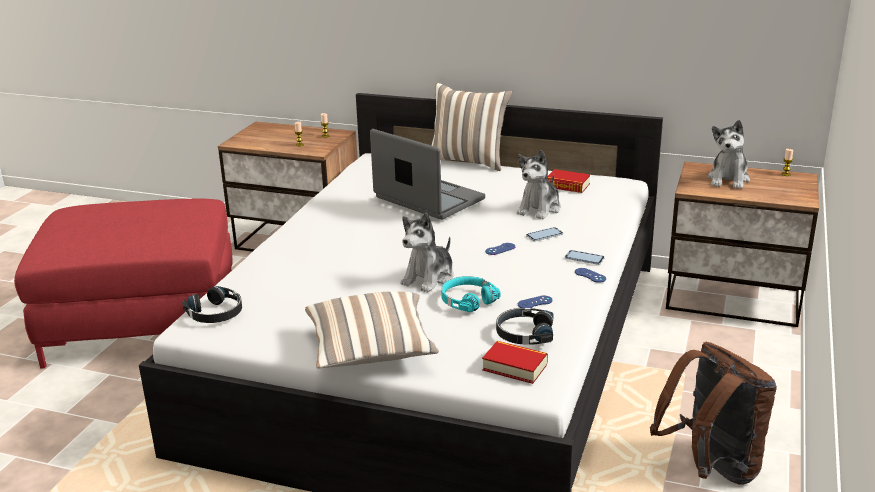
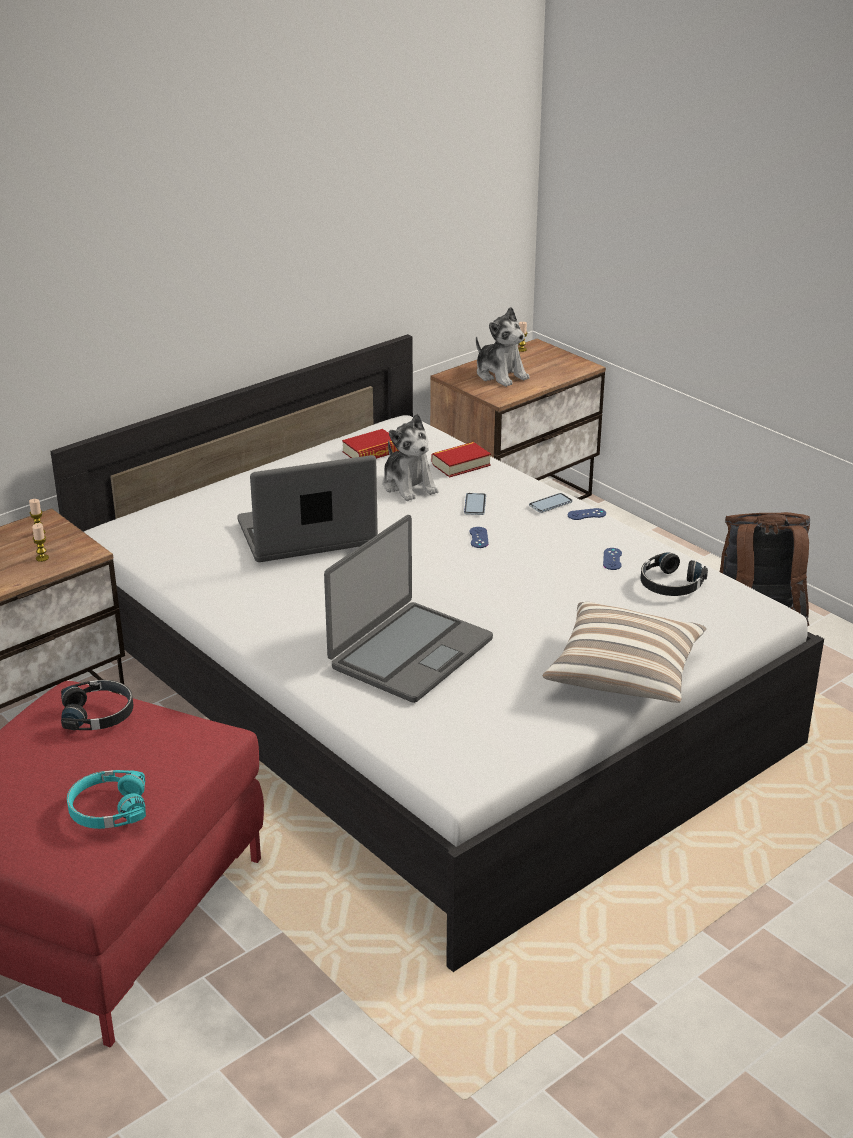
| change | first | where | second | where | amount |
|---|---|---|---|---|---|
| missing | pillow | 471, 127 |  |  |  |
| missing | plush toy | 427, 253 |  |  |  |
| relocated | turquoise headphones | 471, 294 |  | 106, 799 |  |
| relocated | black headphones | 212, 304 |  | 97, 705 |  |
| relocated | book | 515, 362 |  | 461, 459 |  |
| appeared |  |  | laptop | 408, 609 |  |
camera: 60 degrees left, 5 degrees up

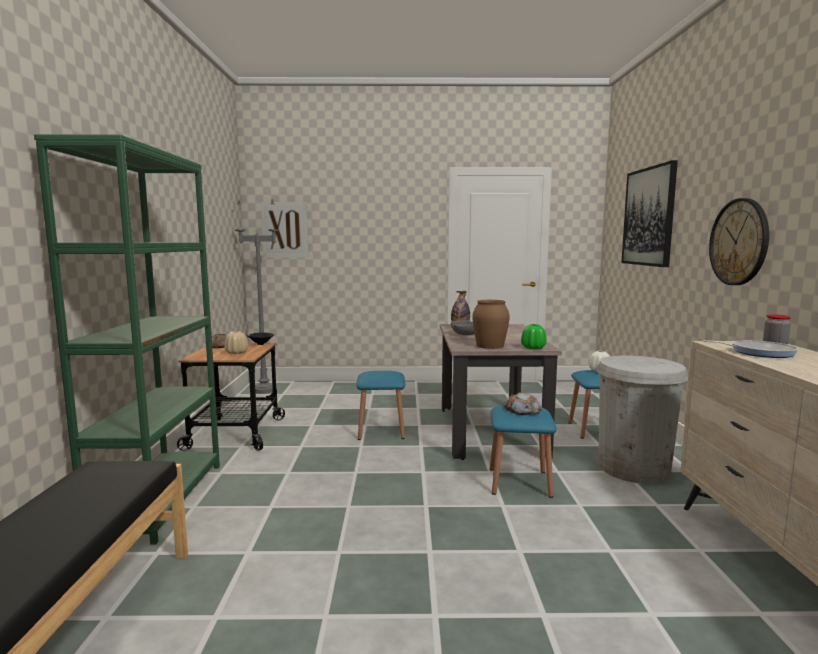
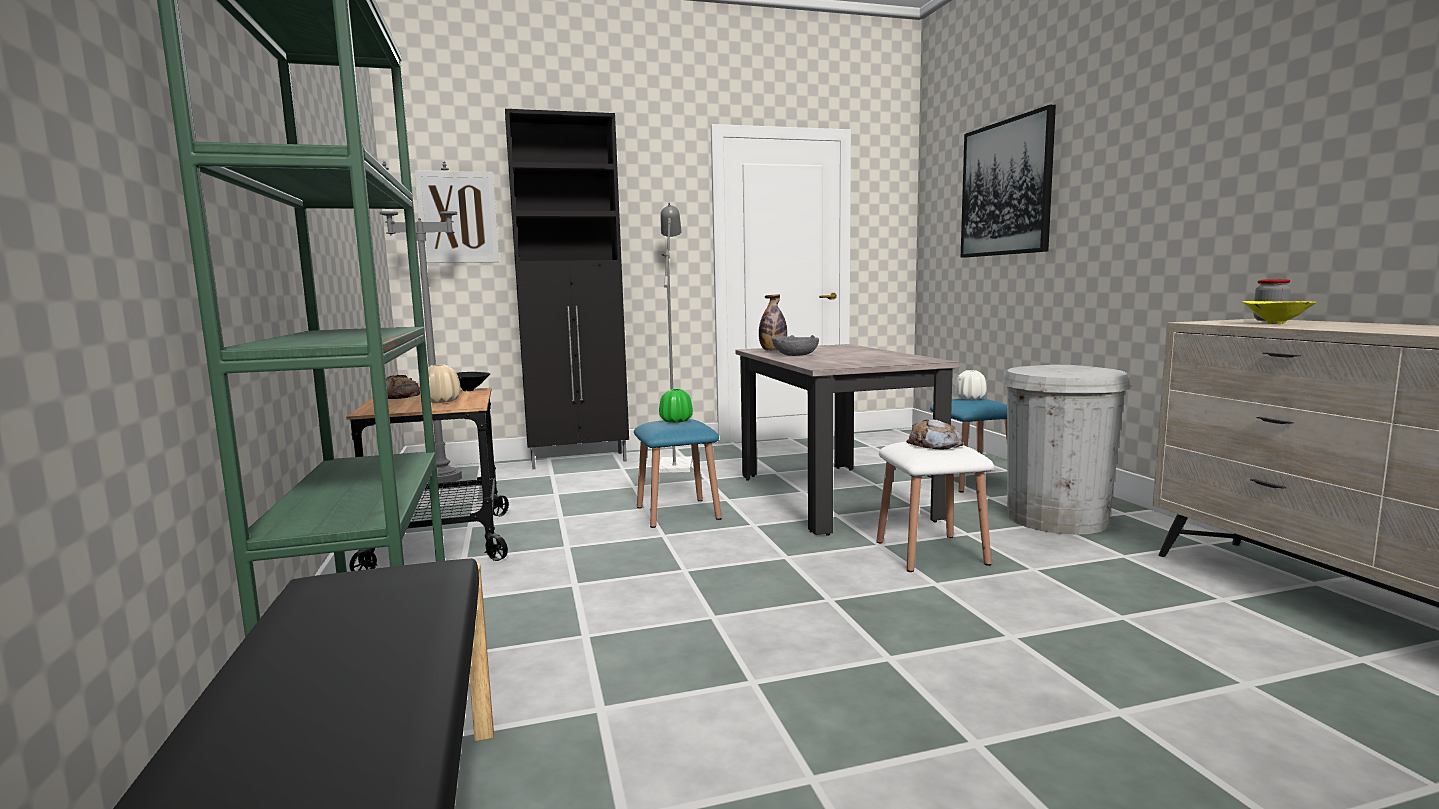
| change | first | where | second | where | amount |
|---|---|---|---|---|---|
| missing | wall clock | 739, 241 |  |  |  |
| missing | brown vase | 491, 324 |  |  |  |
| relocated | green vase | 534, 336 |  | 676, 406 |  |
| exchanged | frying pan | 750, 349 | yellow bowl | 1279, 312 |  |
| colour | blue stool | 523, 451 | white stool | 935, 507 |  |
| appeared |  |  | black cabinet | 567, 289 |  |
| appeared |  |  | grey floor lamp | 675, 337 |  |
camera: 15 degrees left, 0 degrees up

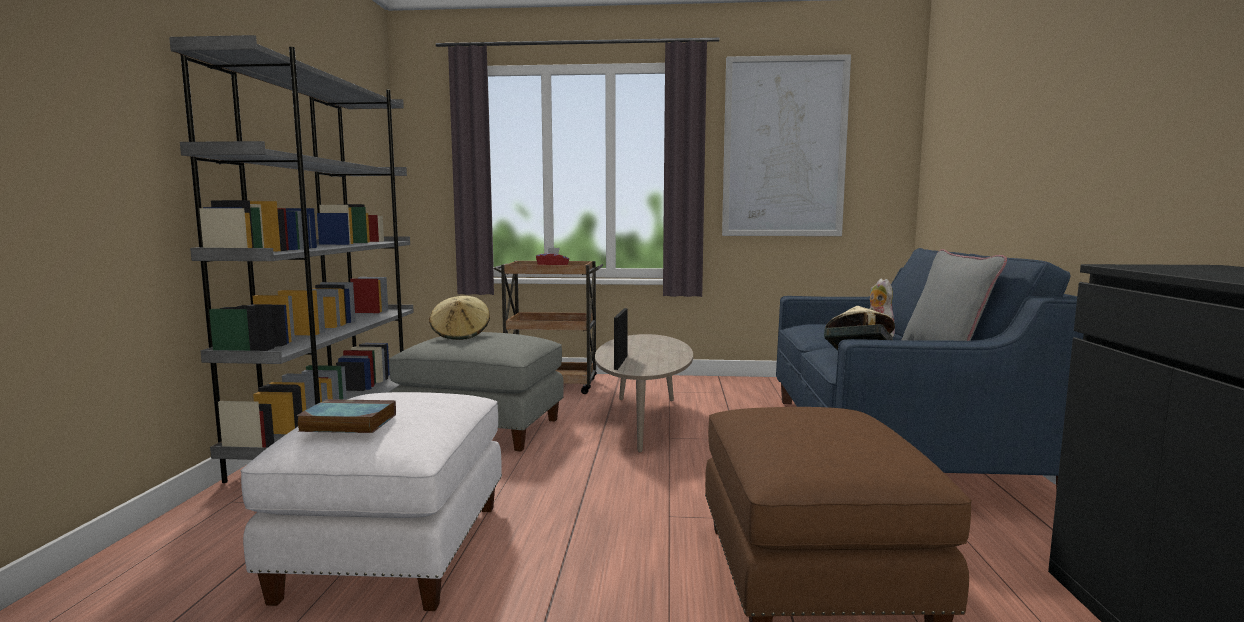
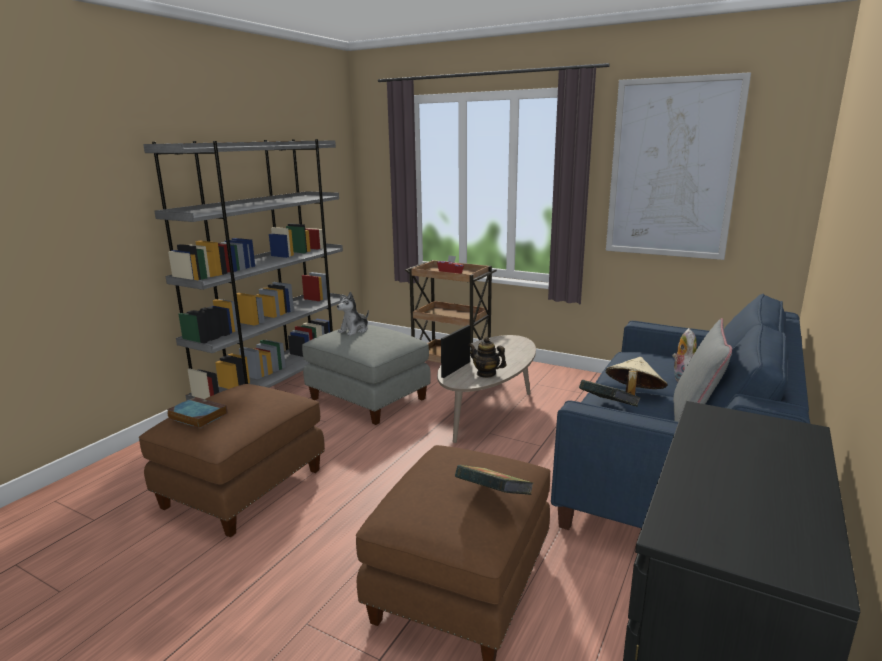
| change | first | where | second | where | amount |
|---|---|---|---|---|---|
| exchanged | beige hat | 459, 318 | plush toy | 353, 314 |  |
| colour | white ottoman | 371, 501 | brown ottoman | 232, 460 |  |
| appeared |  |  | teapot | 488, 357 |  |
| appeared |  |  | book | 494, 480 |  |
camera: 25 degrees right, 10 degrees up

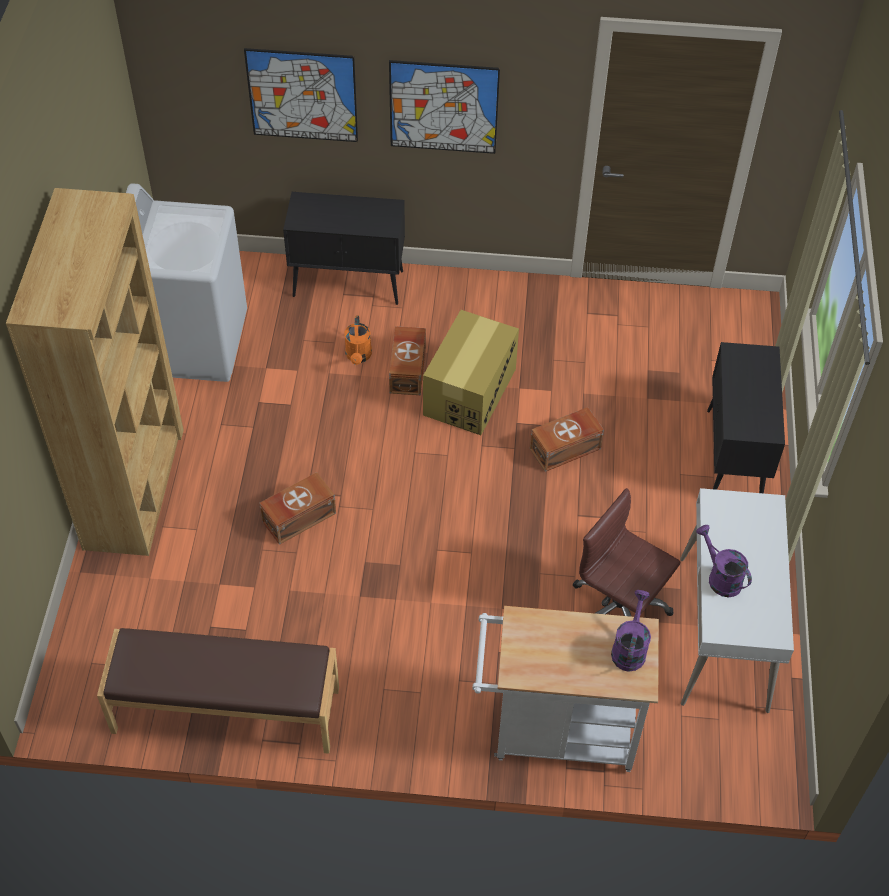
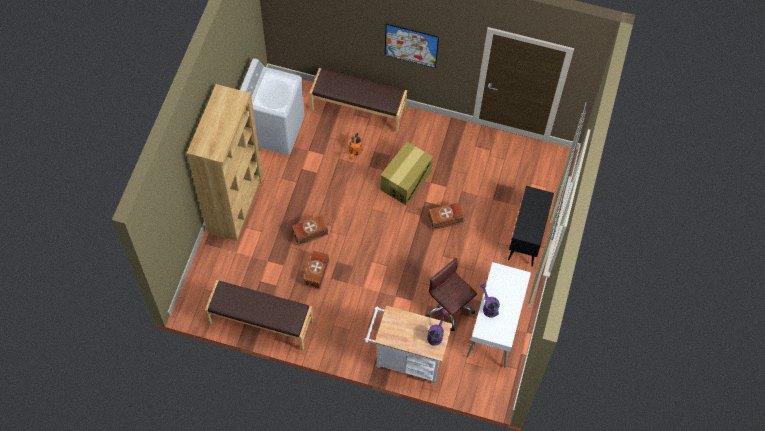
| change | first | where | second | where | amount |
|---|---|---|---|---|---|
| missing | picture | 301, 95 |  |  |  |
| exchanged | black cabinet | 344, 248 | brown bench | 358, 100 |  |
| relocated | brown storage box | 407, 360 |  | 316, 270 |  |
camera: 10 degrees right, 10 degrees up

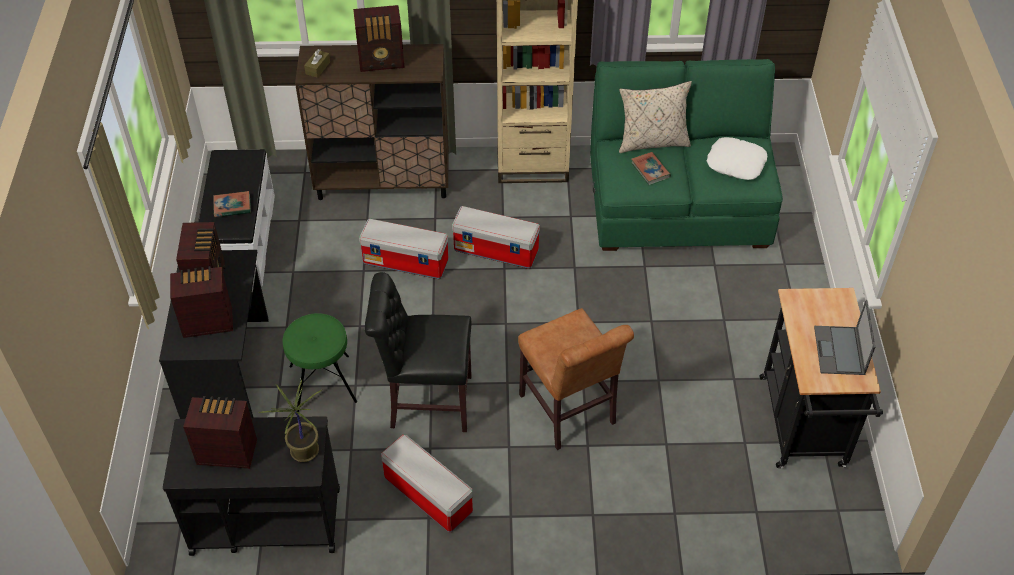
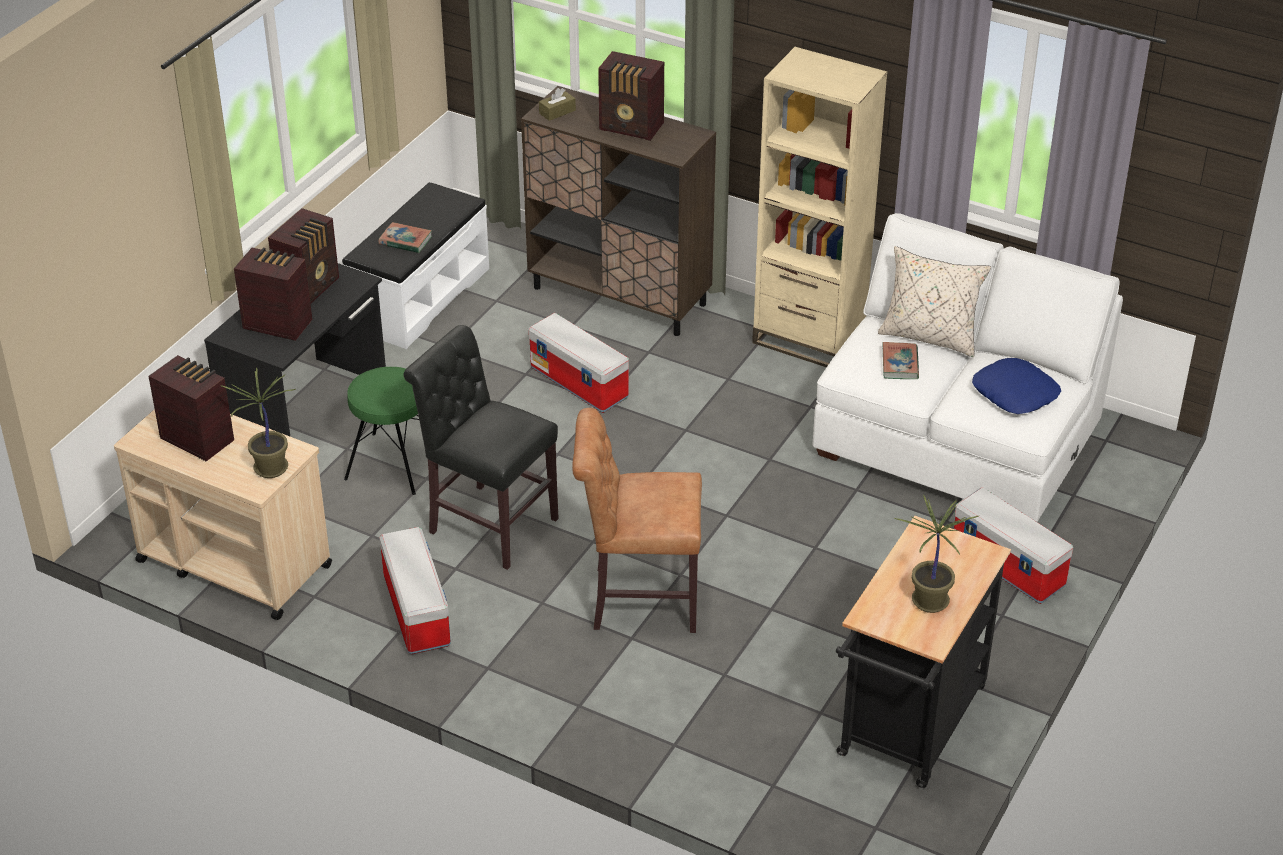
| change | first | where | second | where | amount |
|---|---|---|---|---|---|
| colour | green sofa | 686, 155 | white sofa | 968, 367 |  |
| colour | white pillow | 737, 158 | blue pillow | 1016, 386 |  |
| relocated | storage box | 496, 237 |  | 1013, 545 |  |
| exchanged | laptop | 844, 337 | potted plant | 936, 553 |  |
| spun | brown chair | 576, 379 |  | 637, 520 | 90 degrees clockwise |
| colour | black cart | 251, 486 | beige cart | 223, 514 |  |
camera: 30 degrees right, 10 degrees down

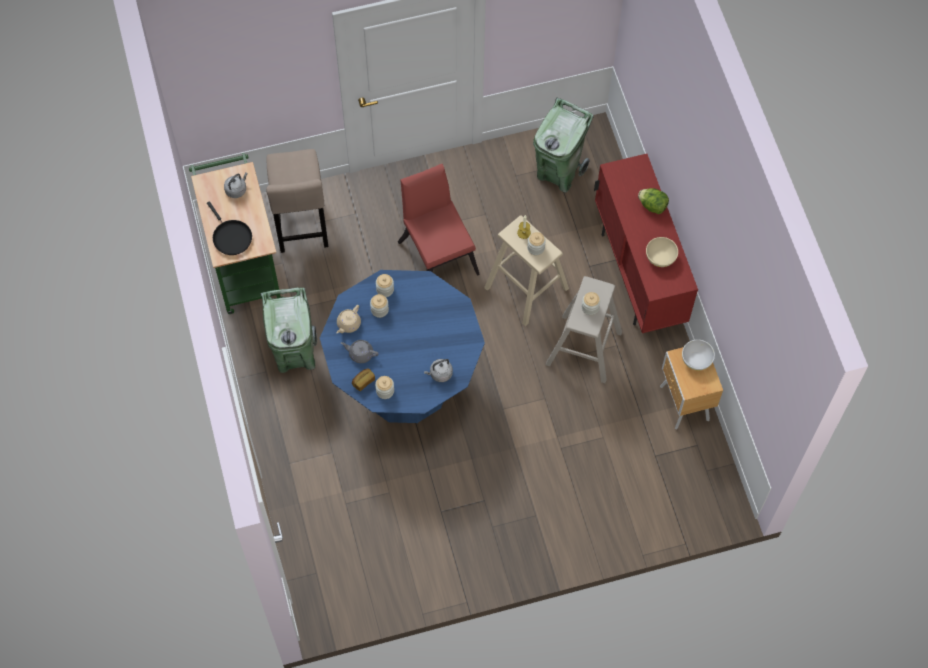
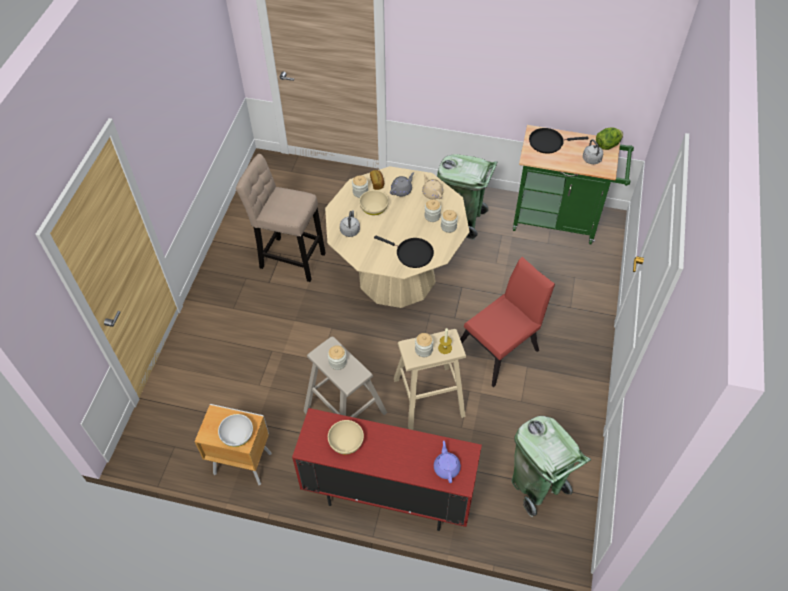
| change | first | where | second | where | amount |
|---|---|---|---|---|---|
| relocated | beige stool | 297, 201 |  | 281, 218 |  |
| spun | red chair | 439, 220 |  | 507, 322 | 45 degrees counterclockwise |
| relocated | lettuce | 653, 201 |  | 609, 138 |  |
| colour | blue dining table | 402, 346 | beige dining table | 397, 237 |  |
| appeared |  |  | beige bowl | 374, 202 |  |
| appeared |  |  | black frying pan | 404, 251 |  |
| appeared |  |  | purple teapot | 447, 461 |  |
camera: 120 degrees right, 10 degrees down

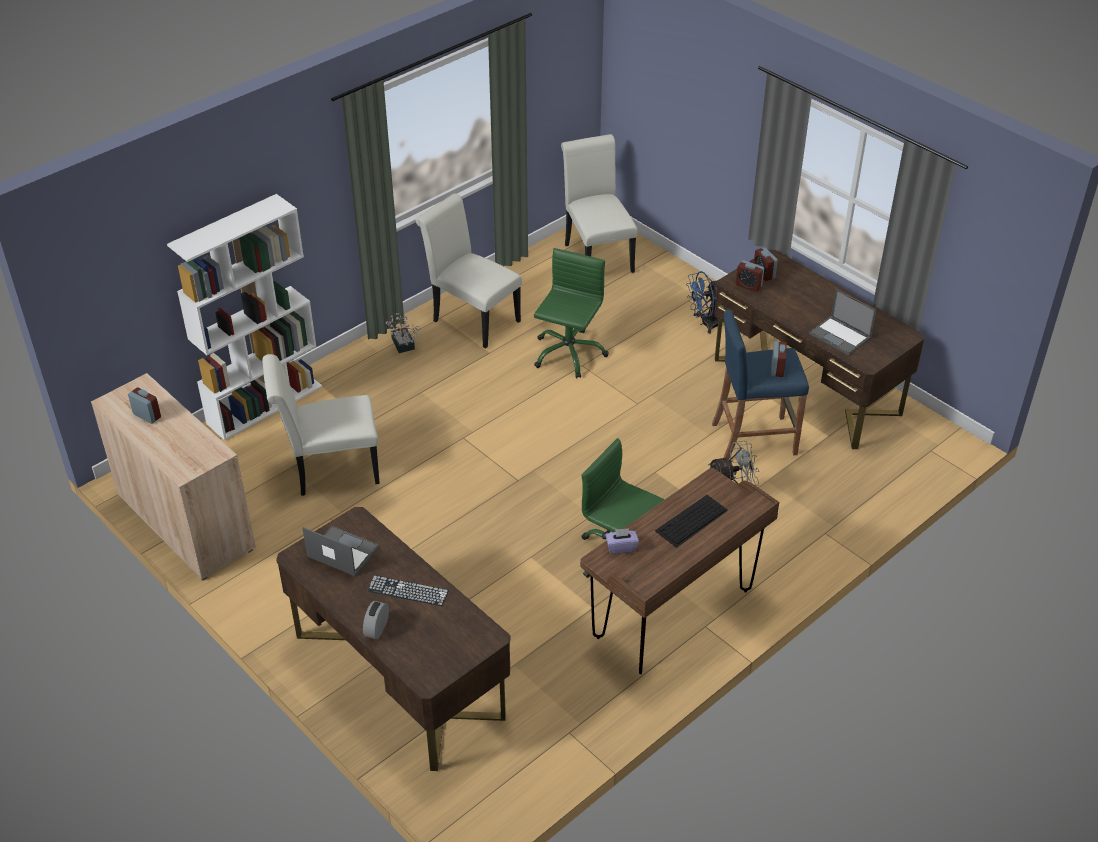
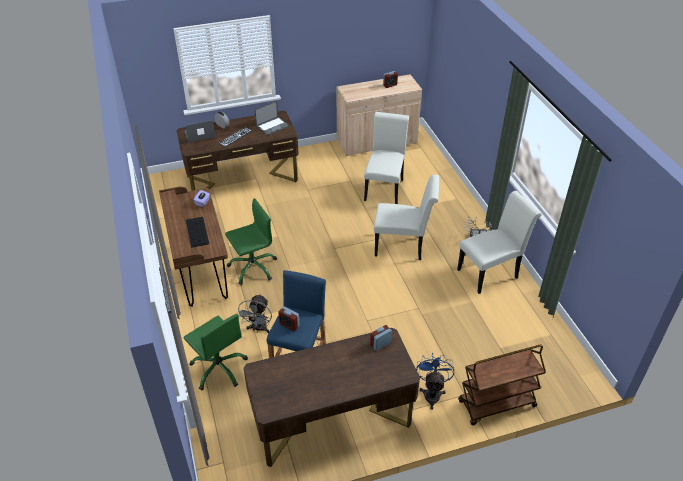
| change | first | where | second | where | amount |
|---|---|---|---|---|---|
| relocated | white chair | 599, 203 |  | 406, 217 |  |
| missing | white bookcase | 244, 317 |  |  |  |
| missing | alarm clock | 766, 264 |  |  |  |
| relocated | green office chair | 571, 313 |  | 215, 352 |  |
| relocated | laptop | 842, 322 |  | 199, 131 |  |
| appeared |  |  | brown cart | 502, 385 |  |
camera: 115 degrees right, 0 degrees up

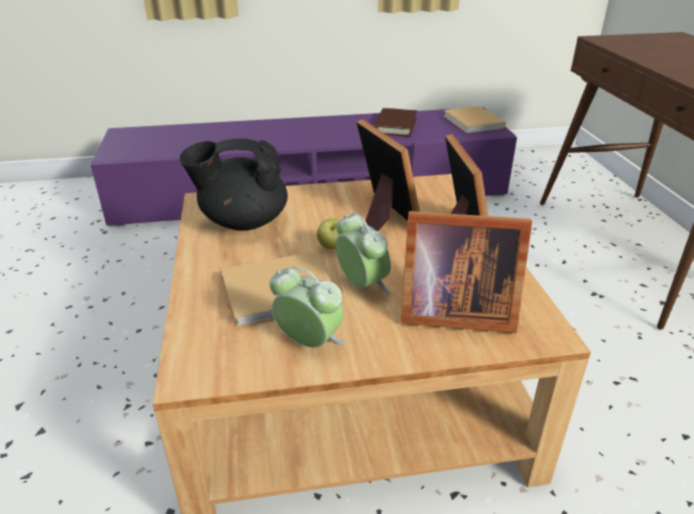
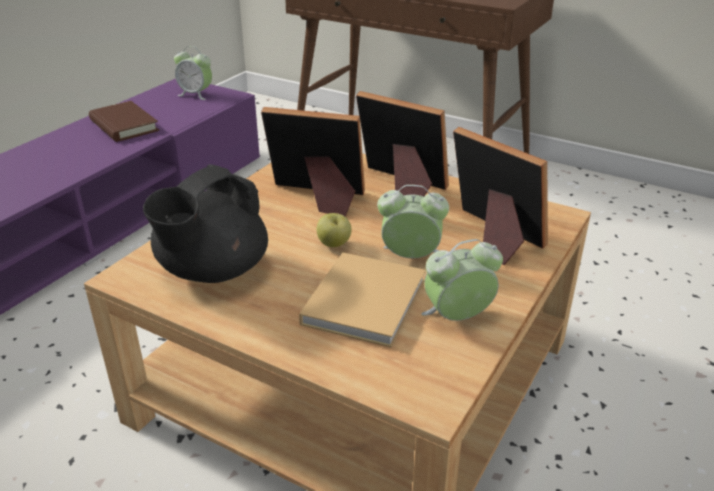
| change | first | where | second | where | amount |
|---|---|---|---|---|---|
| exchanged | beige book | 474, 119 | alarm clock | 193, 73 |  |
| spun | picture frame | 466, 272 |  | 500, 196 | 90 degrees counterclockwise |
camera: 50 degrees left, 0 degrees up

